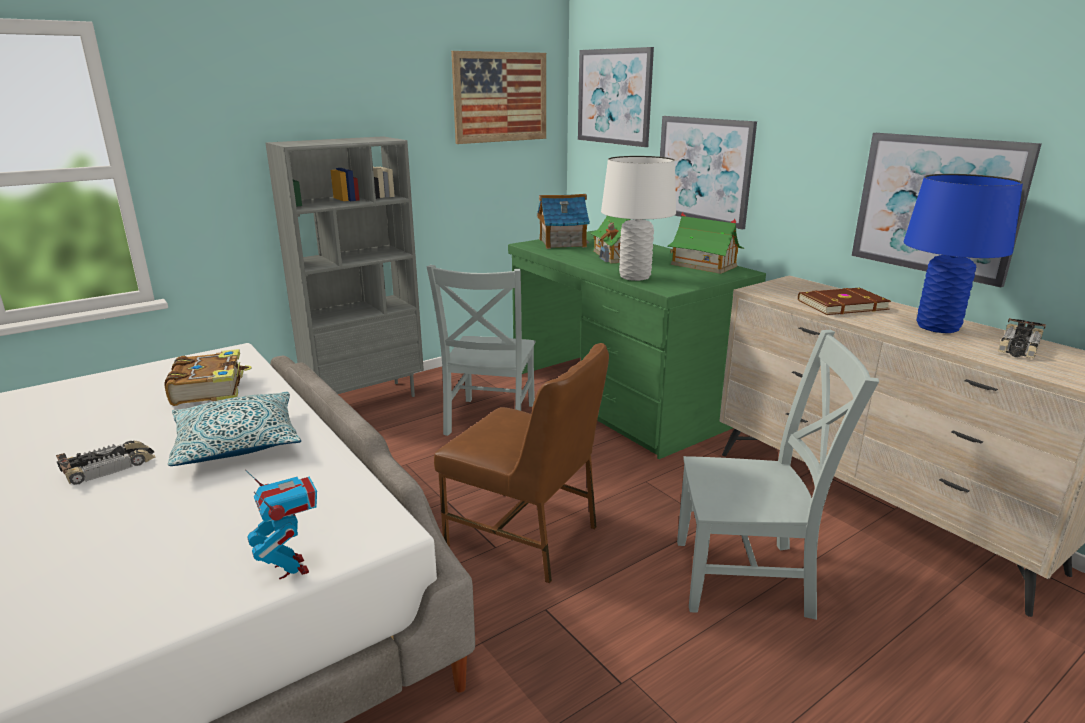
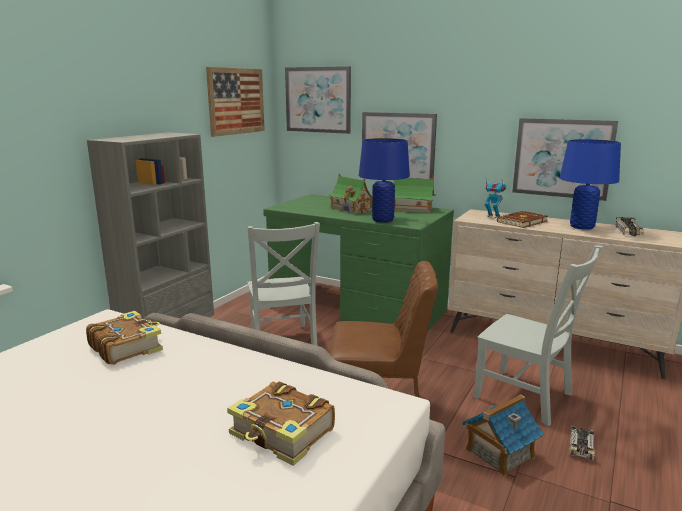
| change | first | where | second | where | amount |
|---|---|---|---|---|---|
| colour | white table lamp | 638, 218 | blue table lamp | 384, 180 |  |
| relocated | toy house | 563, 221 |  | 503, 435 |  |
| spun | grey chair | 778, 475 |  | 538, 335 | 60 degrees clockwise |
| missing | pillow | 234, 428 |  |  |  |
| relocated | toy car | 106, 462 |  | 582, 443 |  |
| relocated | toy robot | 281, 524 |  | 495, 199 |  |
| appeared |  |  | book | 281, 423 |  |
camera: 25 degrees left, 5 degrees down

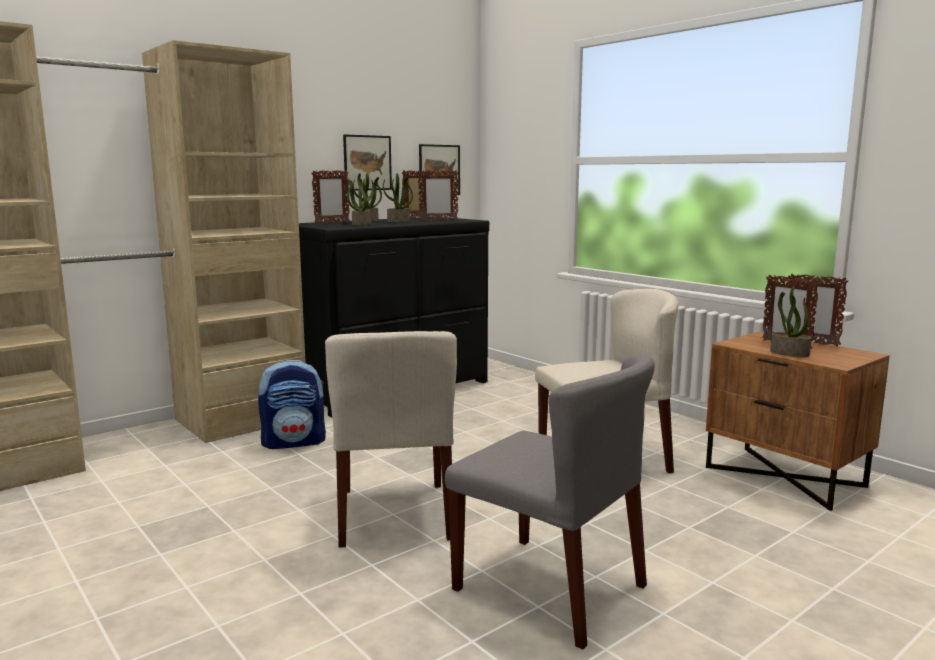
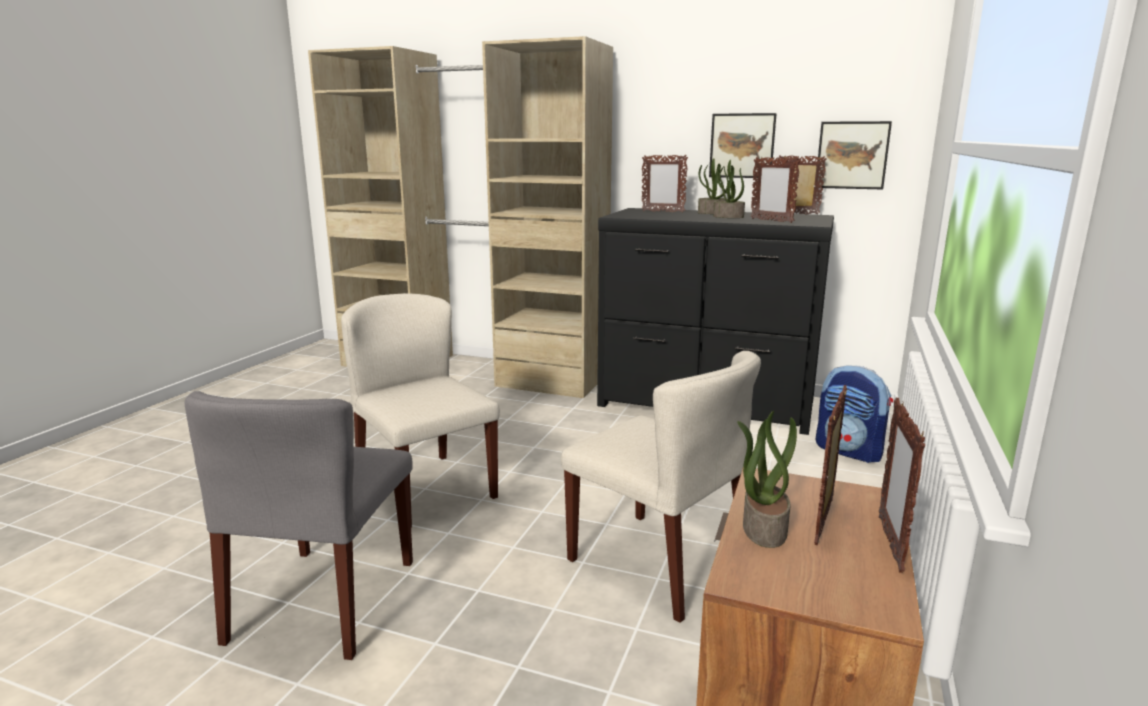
| change | first | where | second | where | amount |
|---|---|---|---|---|---|
| missing | potted plant | 360, 199 |  |  |  |
| spun | beige chair | 391, 439 |  | 420, 410 | 90 degrees clockwise |
| relocated | backpack | 292, 404 |  | 854, 414 |  |
camera: 60 degrees right, 5 degrees up

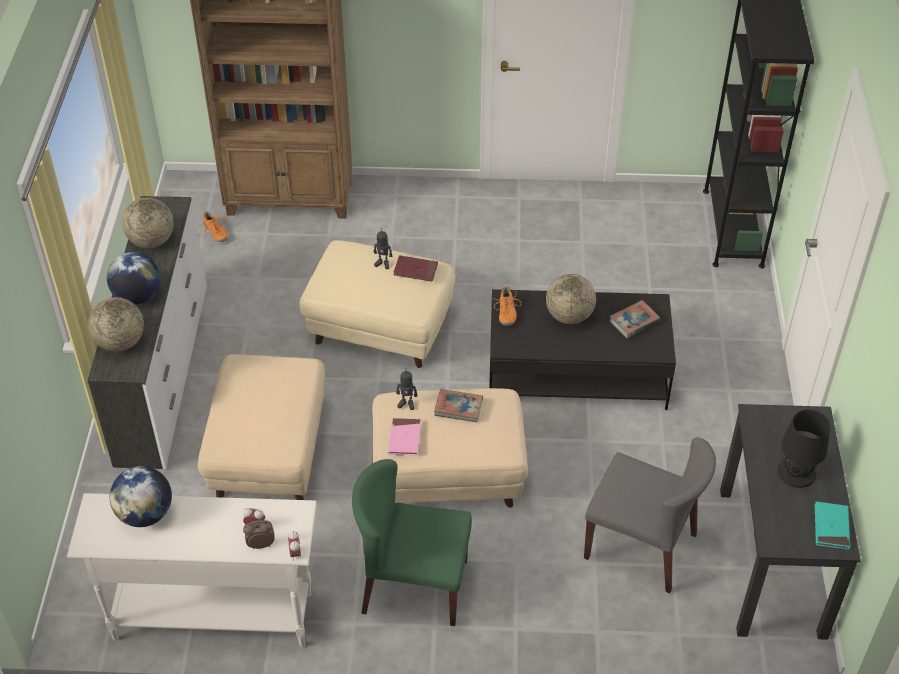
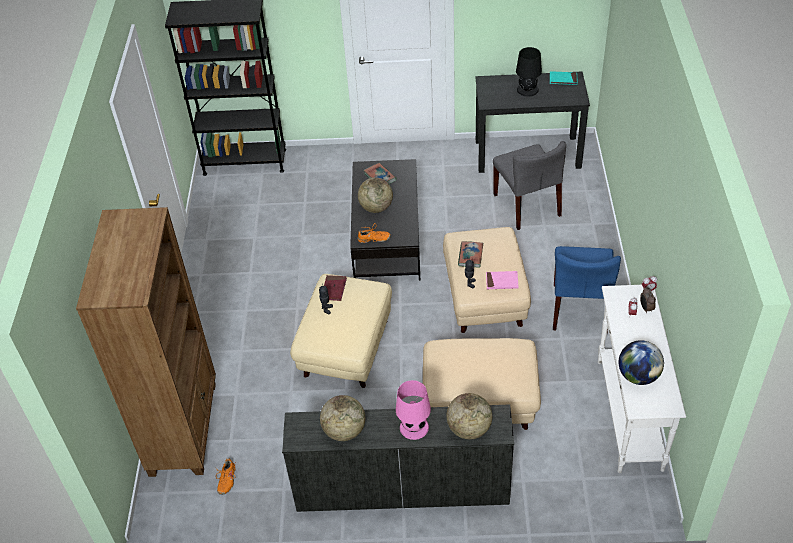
| change | first | where | second | where | amount |
|---|---|---|---|---|---|
| spun | orange shoe | 213, 226 |  | 225, 476 | 135 degrees clockwise |
| exchanged | globe | 134, 278 | pink table lamp | 413, 410 |  |
| spun | grey chair | 650, 515 |  | 529, 185 | 135 degrees clockwise |
| colour | green chair | 412, 542 | blue chair | 587, 289 |  |
camera: 90 degrees left, 0 degrees up

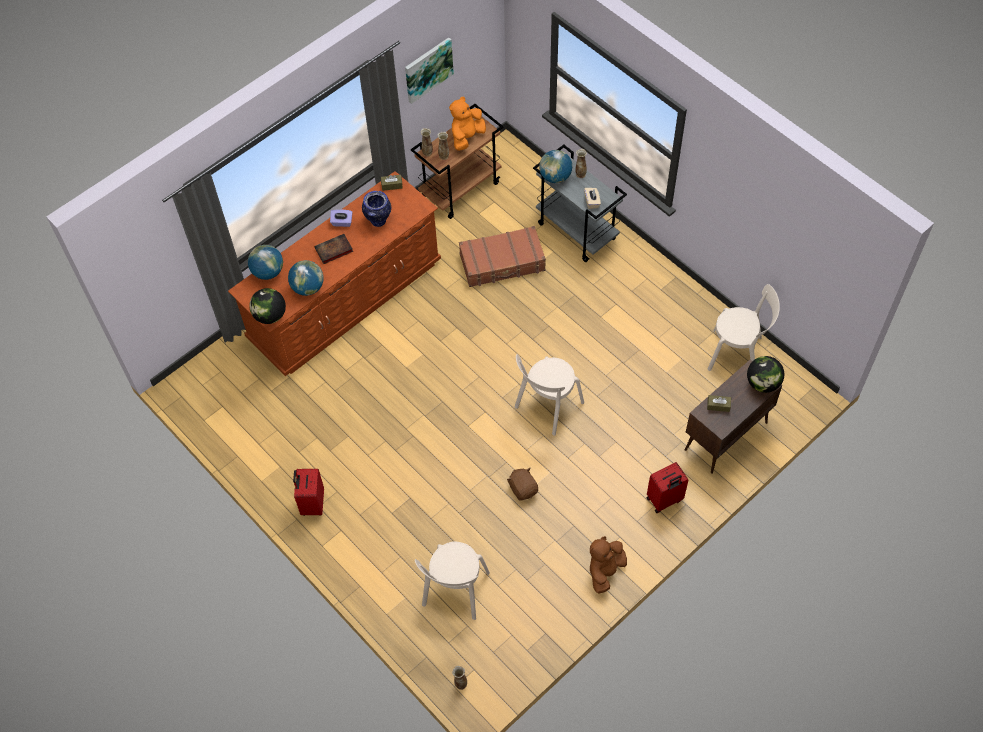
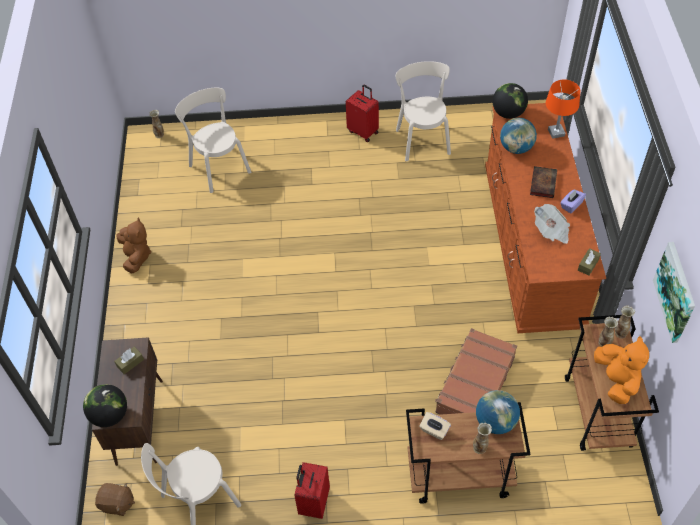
| change | first | where | second | where | amount |
|---|---|---|---|---|---|
| colour | grey cart | 580, 203 | brown cart | 468, 453 |  |
| exchanged | vase | 376, 209 | newspaper | 552, 224 |  |
| exchanged | globe | 265, 262 | orange table lamp | 563, 109 |  |
| relocated | beige chair | 549, 395 |  | 423, 111 |  |
| relocated | red suitcase | 667, 487 |  | 312, 490 |  |
| relocated | brown plush toy | 522, 484 |  | 115, 499 |  |
camera: 130 degrees right, 5 degrees down

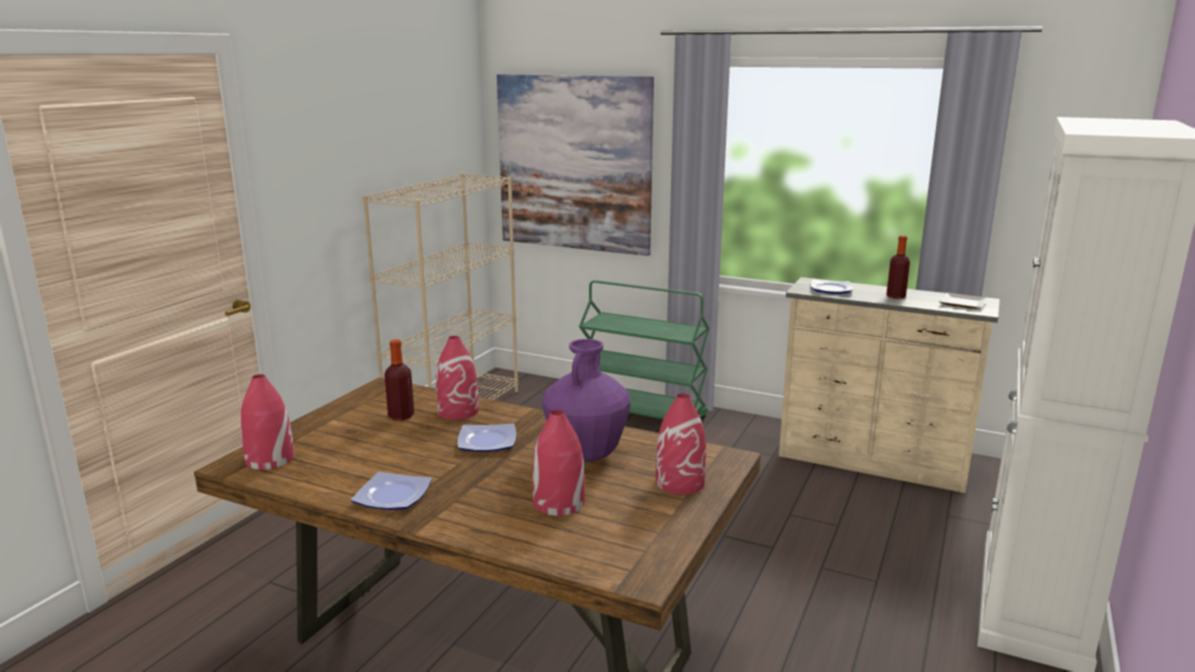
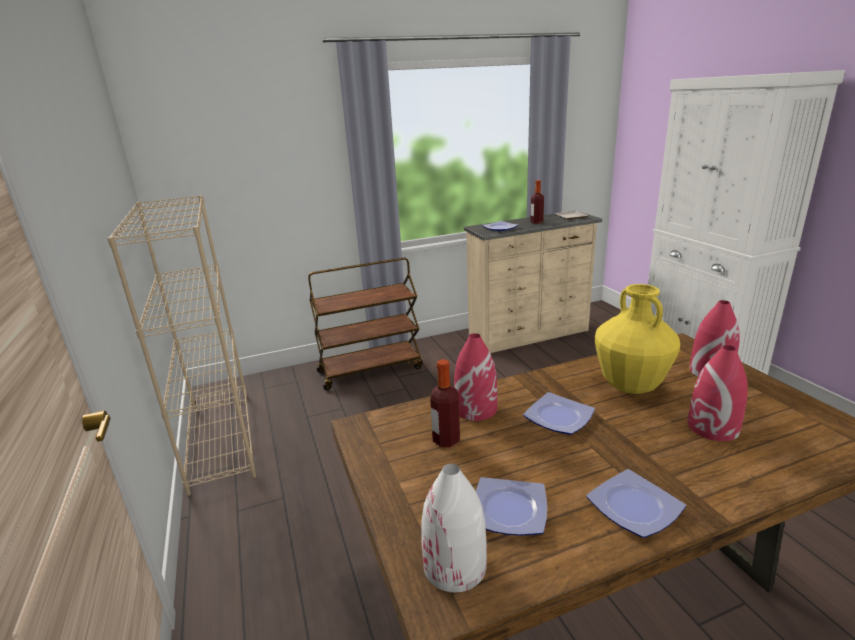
| change | first | where | second | where | amount |
|---|---|---|---|---|---|
| missing | picture | 575, 165 |  |  |  |
| colour | green cart | 644, 349 | brown cart | 365, 324 |  |
| colour | purple vase | 586, 400 | yellow vase | 637, 339 |  |
| colour | red vase | 267, 422 | white vase | 454, 528 |  |
| appeared |  |  | plate | 511, 506 |  |
camera: 45 degrees left, 5 degrees up

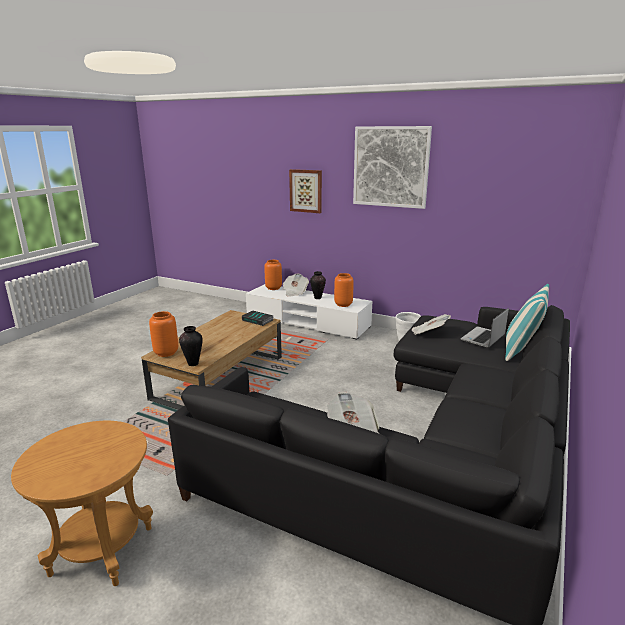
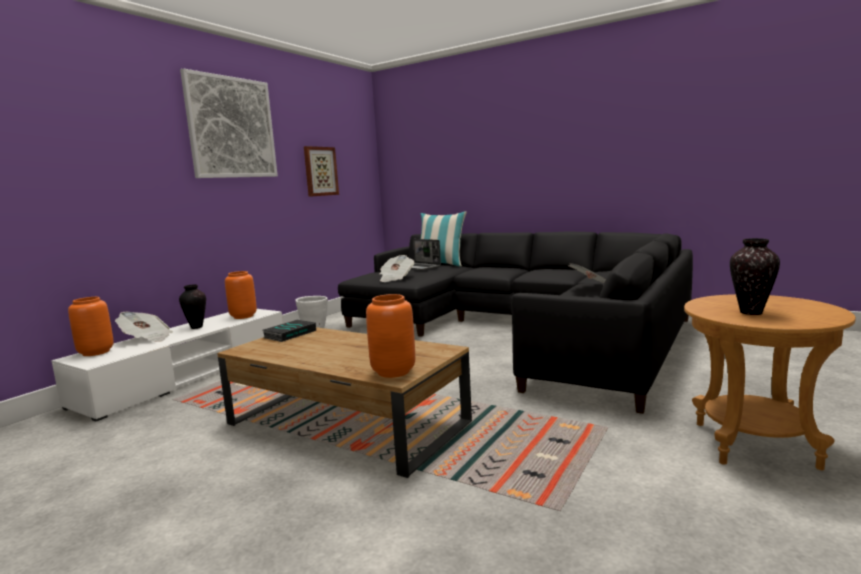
| change | first | where | second | where | amount |
|---|---|---|---|---|---|
| relocated | picture | 305, 191 |  | 321, 171 |  |
| relocated | vase | 191, 346 |  | 755, 276 |  |
camera: 85 degrees left, 10 degrees down

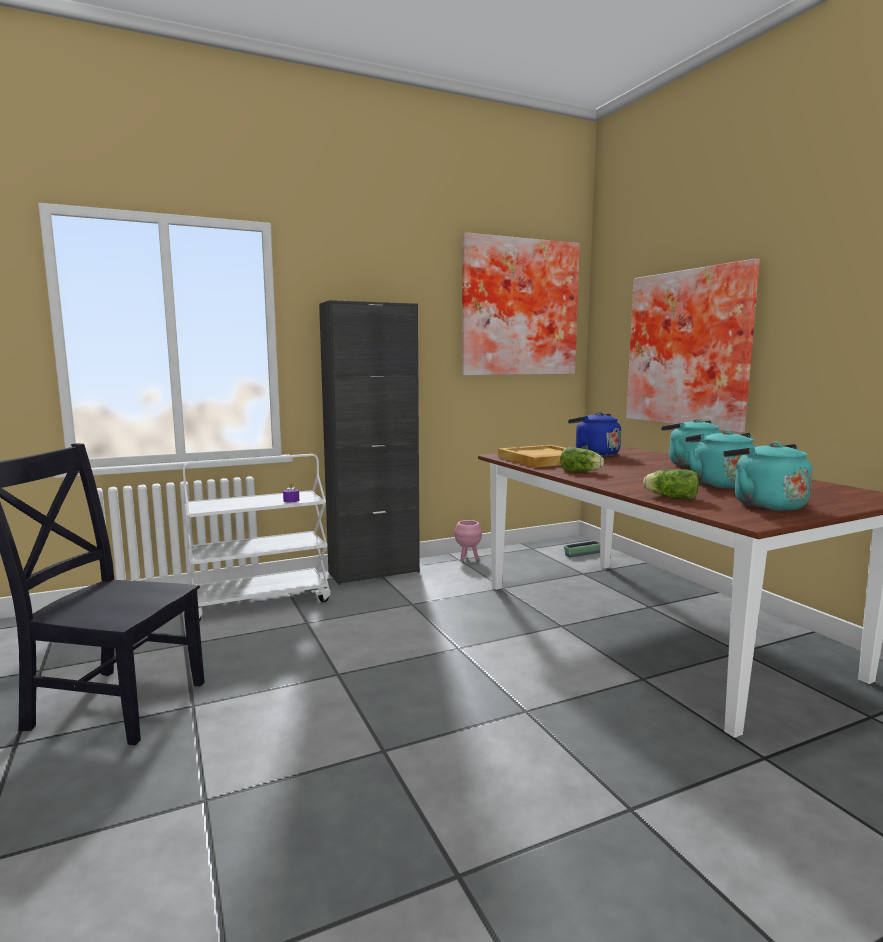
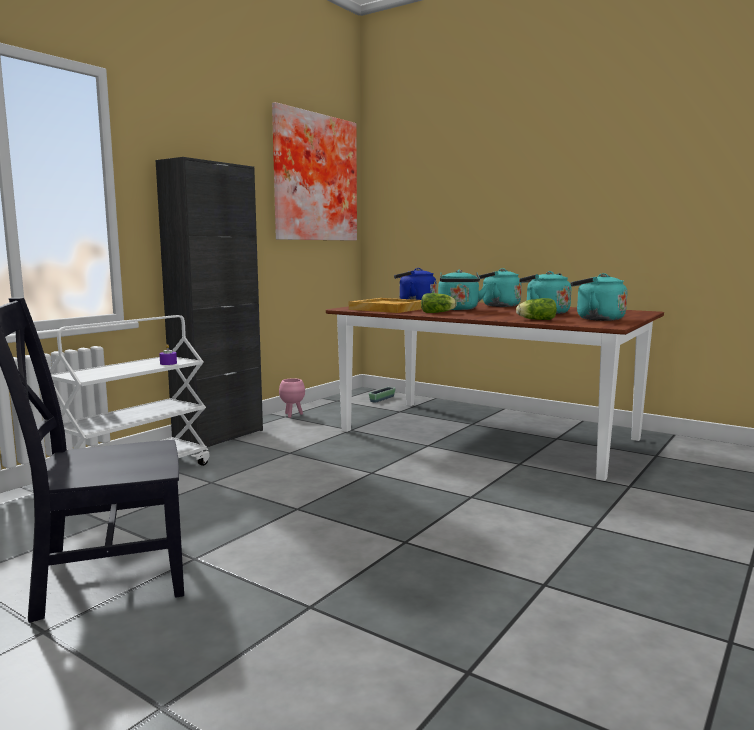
| change | first | where | second | where | amount |
|---|---|---|---|---|---|
| missing | picture | 693, 345 |  |  |  |
| appeared |  |  | turquoise kettle | 463, 290 |  |
camera: 30 degrees left, 0 degrees up

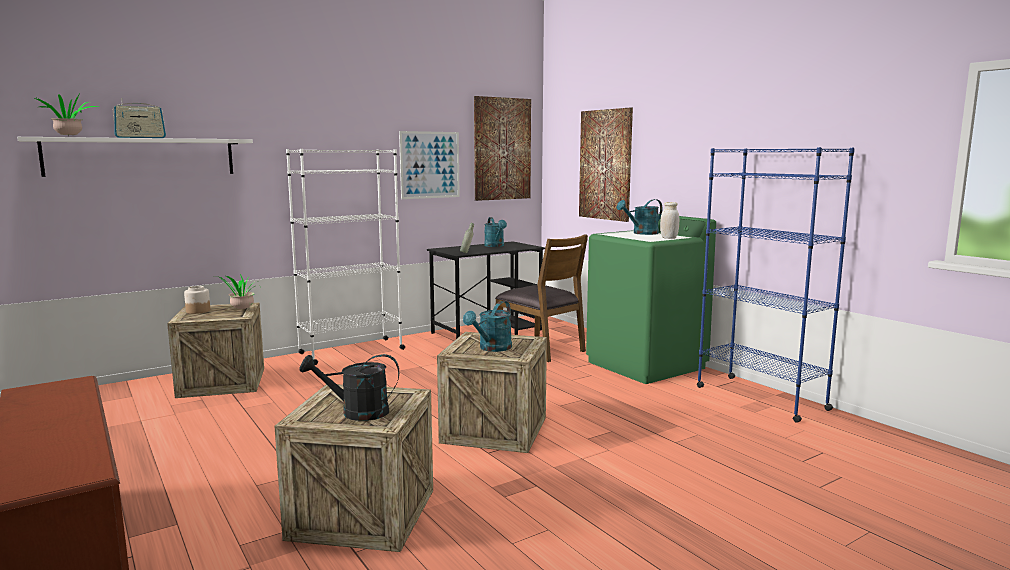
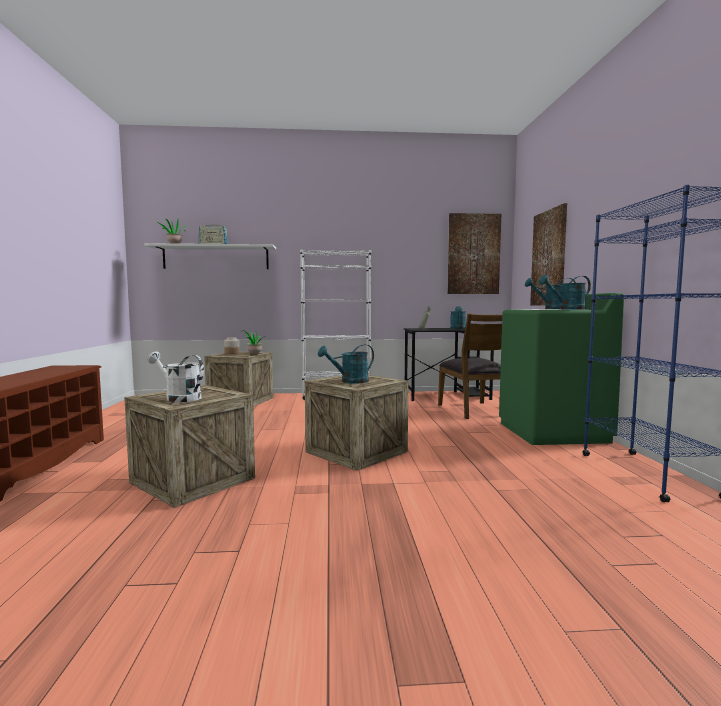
| change | first | where | second | where | amount |
|---|---|---|---|---|---|
| missing | picture | 429, 165 |  |  |  |
| exchanged | white jar | 669, 220 | turquoise watering can | 564, 292 |  |
| colour | black watering can | 349, 387 | white watering can | 175, 376 |  |
camera: 30 degrees right, 5 degrees down

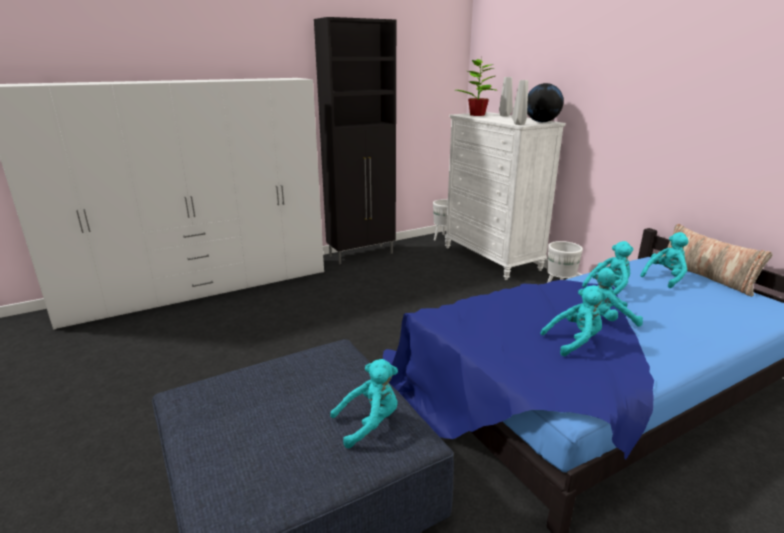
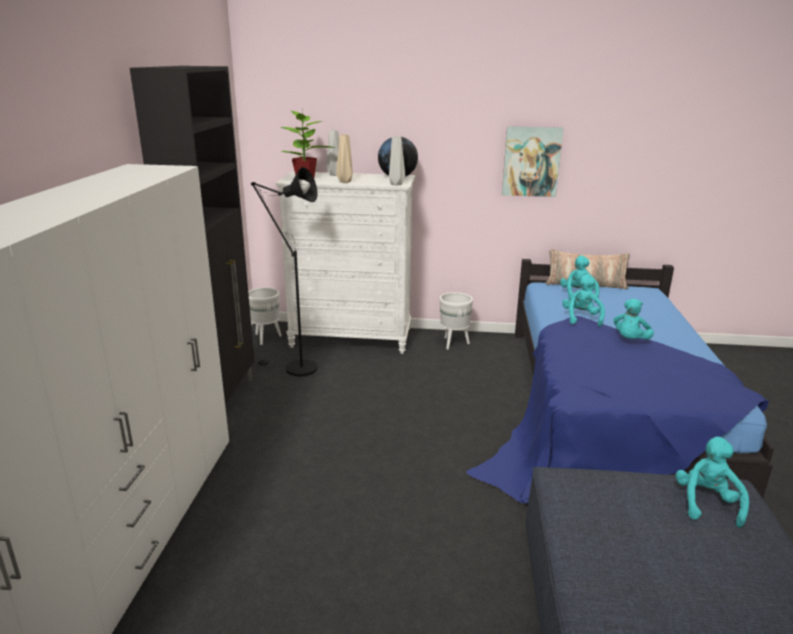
| change | first | where | second | where | amount |
|---|---|---|---|---|---|
| missing | turquoise plush toy | 573, 320 |  |  |  |
| appeared |  |  | picture | 533, 161 |  |
| appeared |  |  | beige vase | 344, 158 |  |
| appeared |  |  | black floor lamp | 284, 272 |  |
camera: 55 degrees left, 0 degrees up

